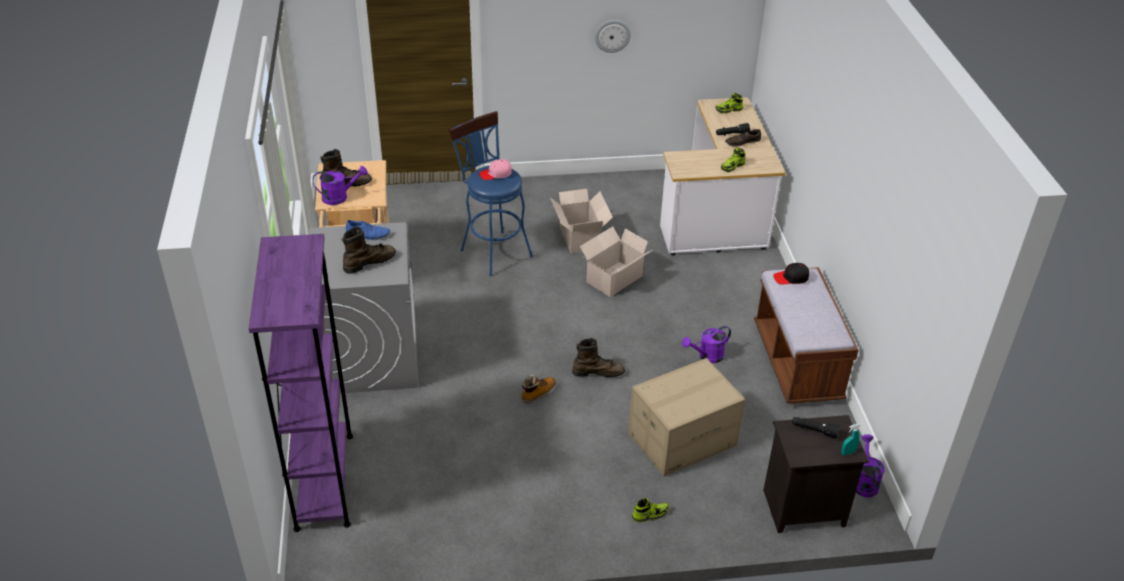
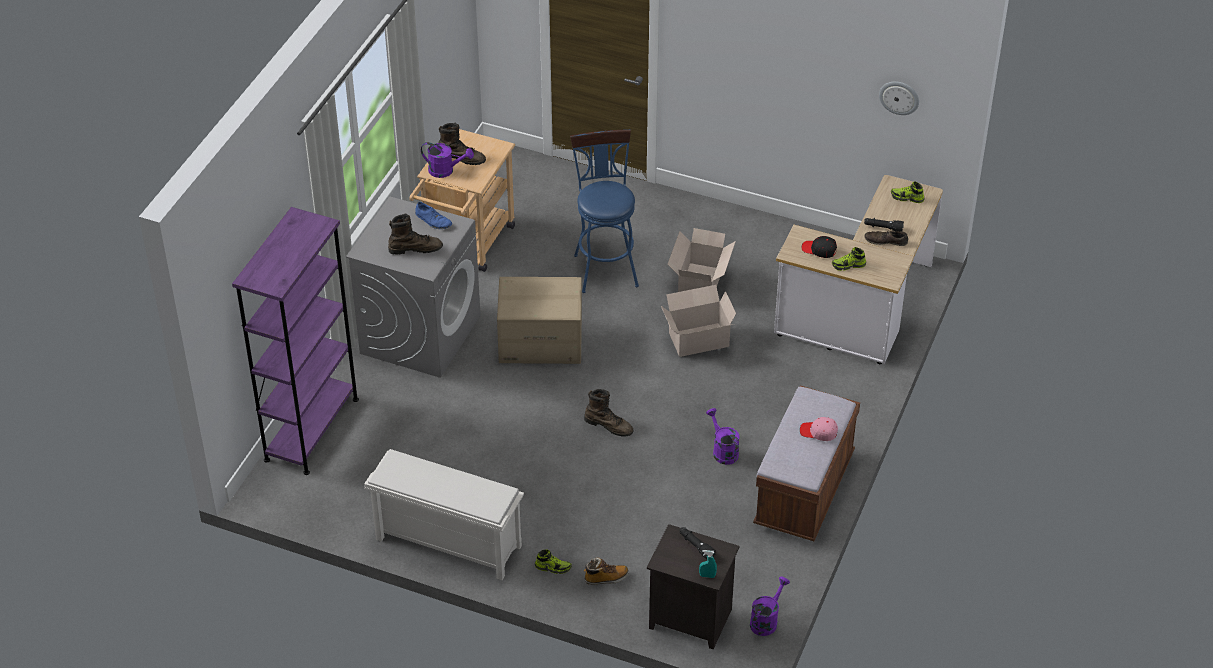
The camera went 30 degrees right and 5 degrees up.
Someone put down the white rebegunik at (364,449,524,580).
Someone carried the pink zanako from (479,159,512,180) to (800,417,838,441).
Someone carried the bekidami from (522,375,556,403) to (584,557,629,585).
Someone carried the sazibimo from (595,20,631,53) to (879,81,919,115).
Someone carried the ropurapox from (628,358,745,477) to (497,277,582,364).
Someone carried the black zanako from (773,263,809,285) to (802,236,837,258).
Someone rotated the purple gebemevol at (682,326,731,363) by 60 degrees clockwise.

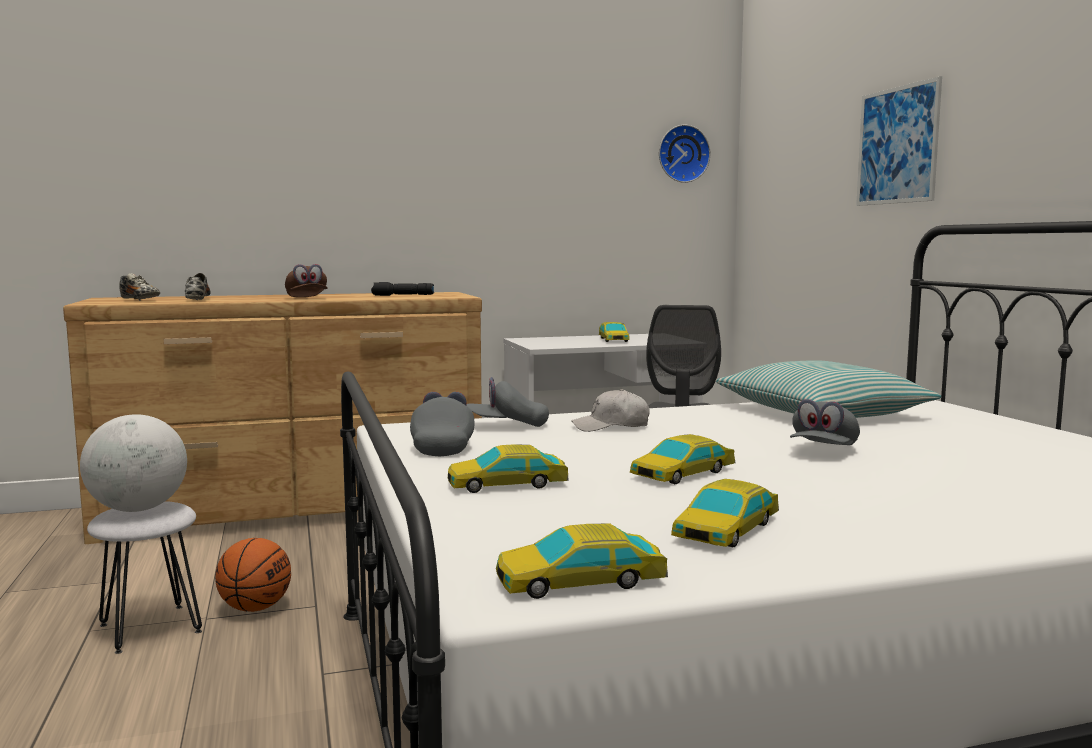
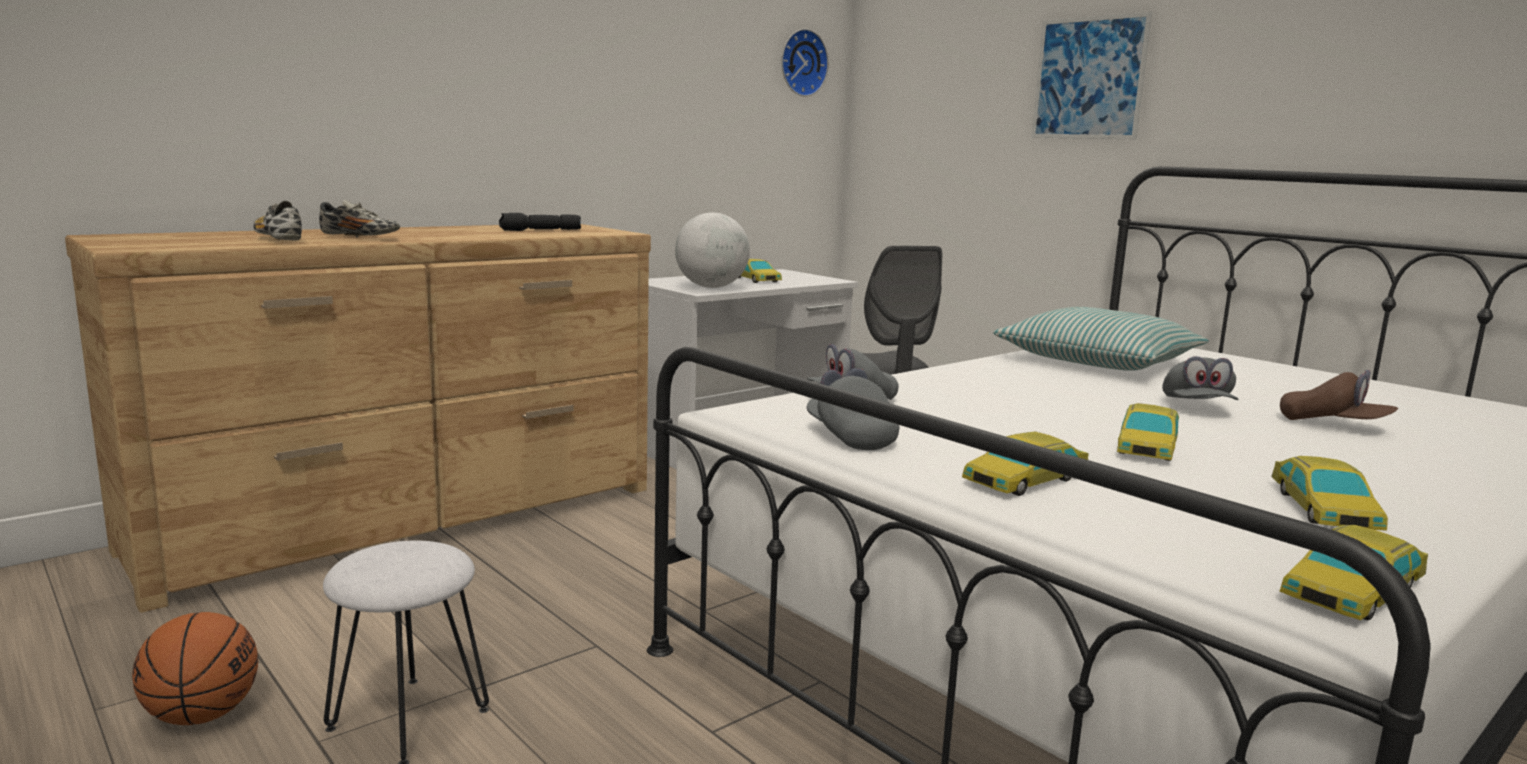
The camera went 25 degrees left and 5 degrees up.
Someone took away the white zanako at (571,389,650,432).
Someone carried the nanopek from (80,414,187,512) to (675,213,750,288).
Someone carried the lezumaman from (120,273,160,301) to (319,199,400,237).
Someone carried the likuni from (215,538,291,612) to (132,612,258,725).
Someone carried the brown zanako from (285,264,328,297) to (1280,370,1398,420).

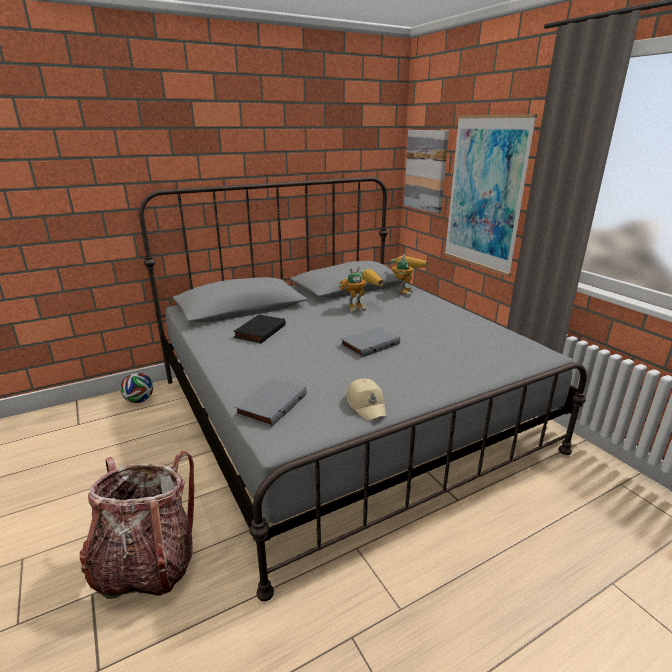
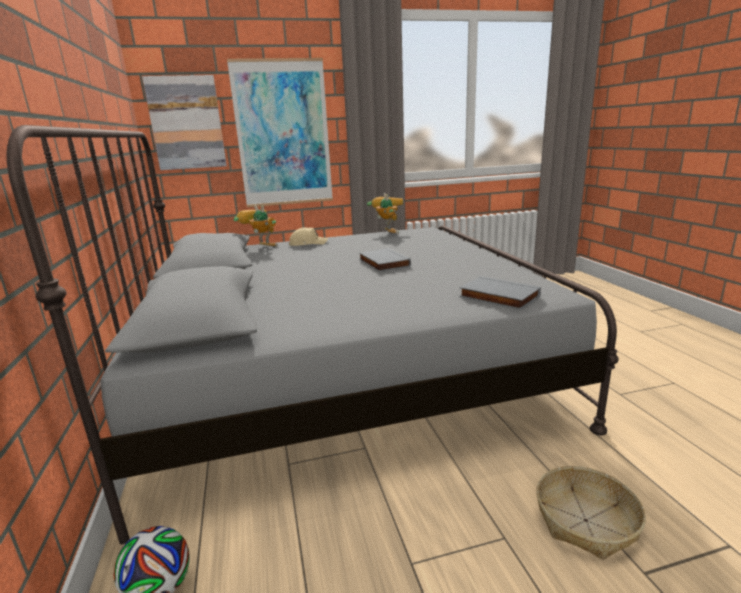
The camera went 75 degrees left and 5 degrees down.
Someone took away the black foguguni at (233,315,286,343).
Someone carried the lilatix from (339,267,384,313) to (367,193,403,234).
Someone carried the beige zanako from (346,378,386,420) to (289,227,328,246).
Someone swapped the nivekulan at (79,451,194,599) for the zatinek at (536,466,646,560).

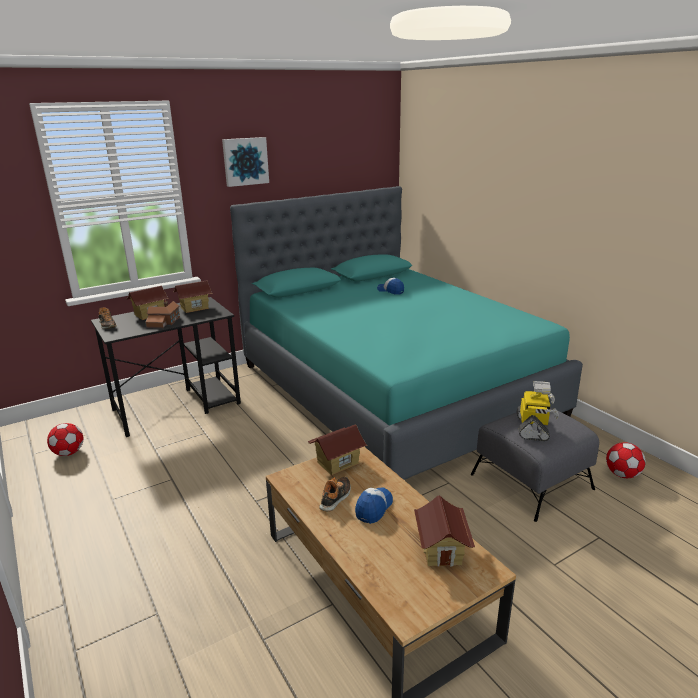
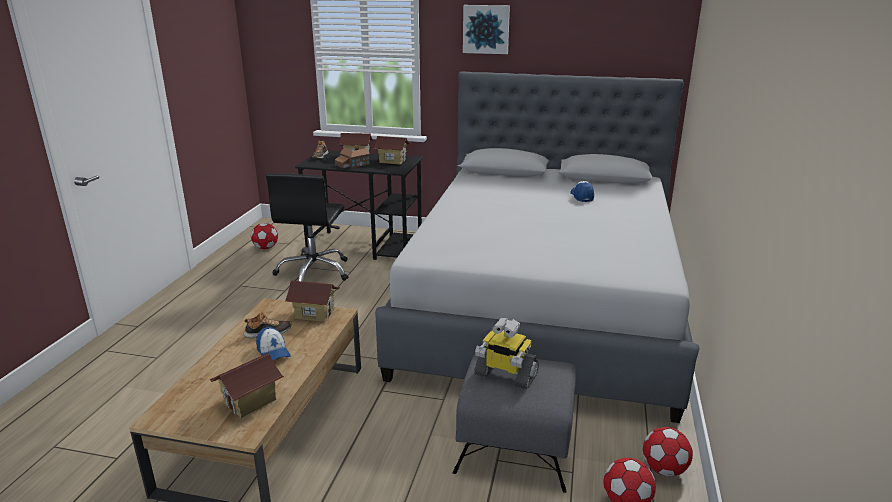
The camera went 45 degrees right and 0 degrees up.
Someone put down the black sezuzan at (266,173,348,282).
Someone put down the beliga at (643,427,693,476).
Someone repainted the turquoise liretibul at (230,186,583,480), which became the grey liretibul at (375,71,700,423).
Someone rotated the zanako at (355,487,393,524) by 75 degrees clockwise.
Someone rotated the lilatix at (517,381,559,441) by 60 degrees clockwise.

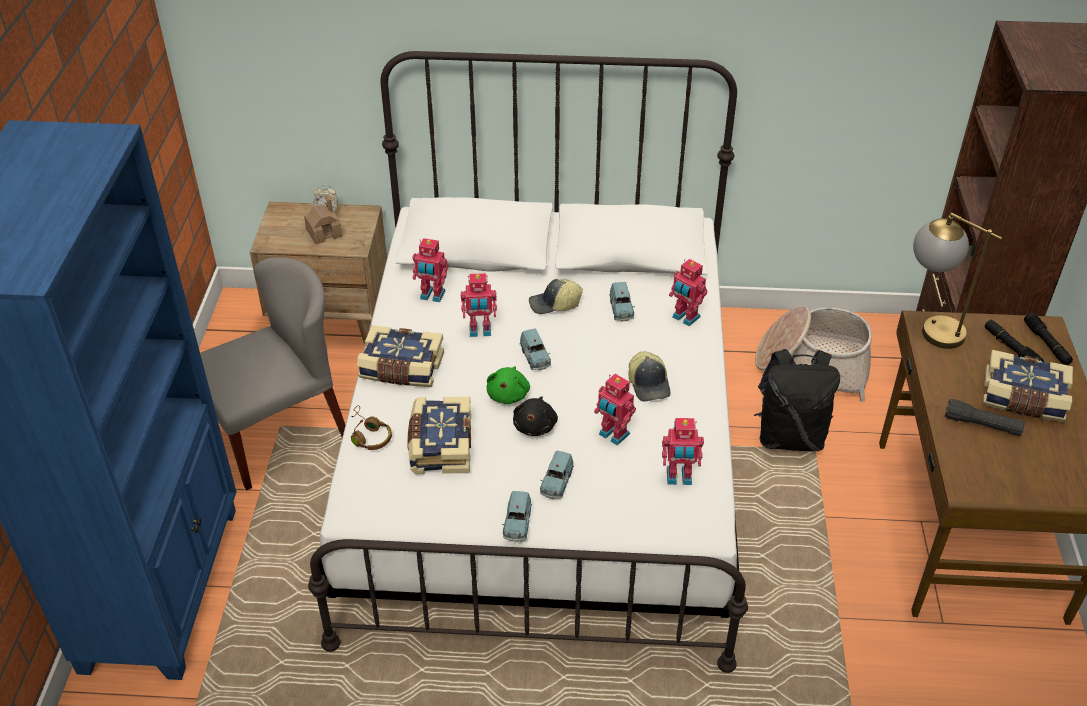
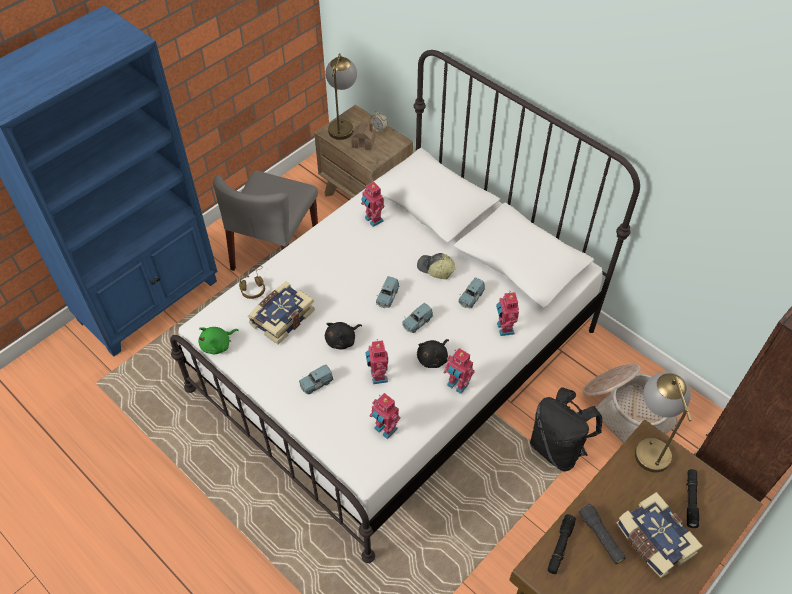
The camera went 40 degrees right and 10 degrees up.
Someone took away the foguguni at (357,325,444,387).
Someone put down the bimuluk at (325,53,357,140).
Someone carried the lilatix from (461,273,497,337) to (443,348,475,394).
Someone carried the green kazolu from (487,366,530,404) to (198,327,239,354).
Someone carried the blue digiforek from (502,491,532,542) to (402,303,433,333).
Someone carried the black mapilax from (1024,312,1073,365) to (548,514,576,574).
Someone swapped the zanako at (628,351,670,402) for the black kazolu at (417,339,449,368).
Someone rotated the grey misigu at (200,257,345,490) by 105 degrees clockwise.

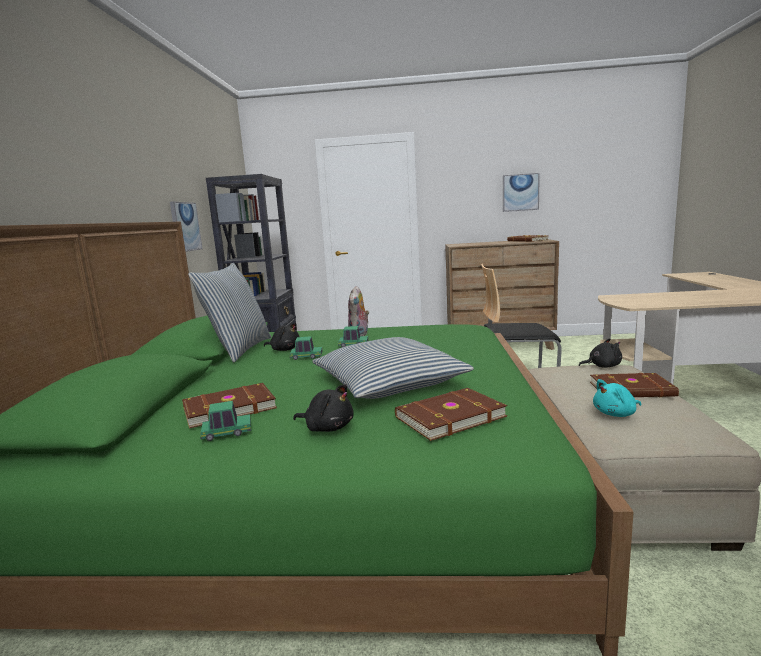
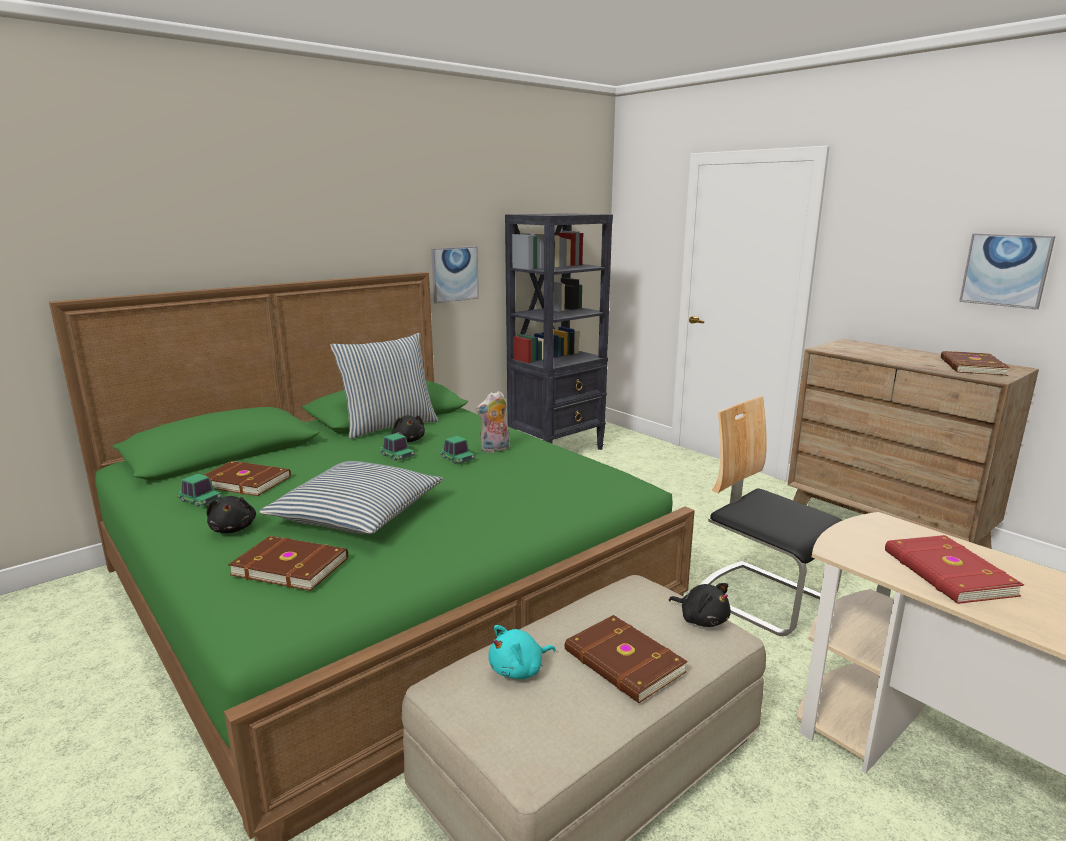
The camera went 45 degrees right and 5 degrees up.
Someone put down the red foguguni at (885,535,1024,604).
Someone rotated the turquoise kazolu at (593,379,641,417) by 60 degrees counterclockwise.

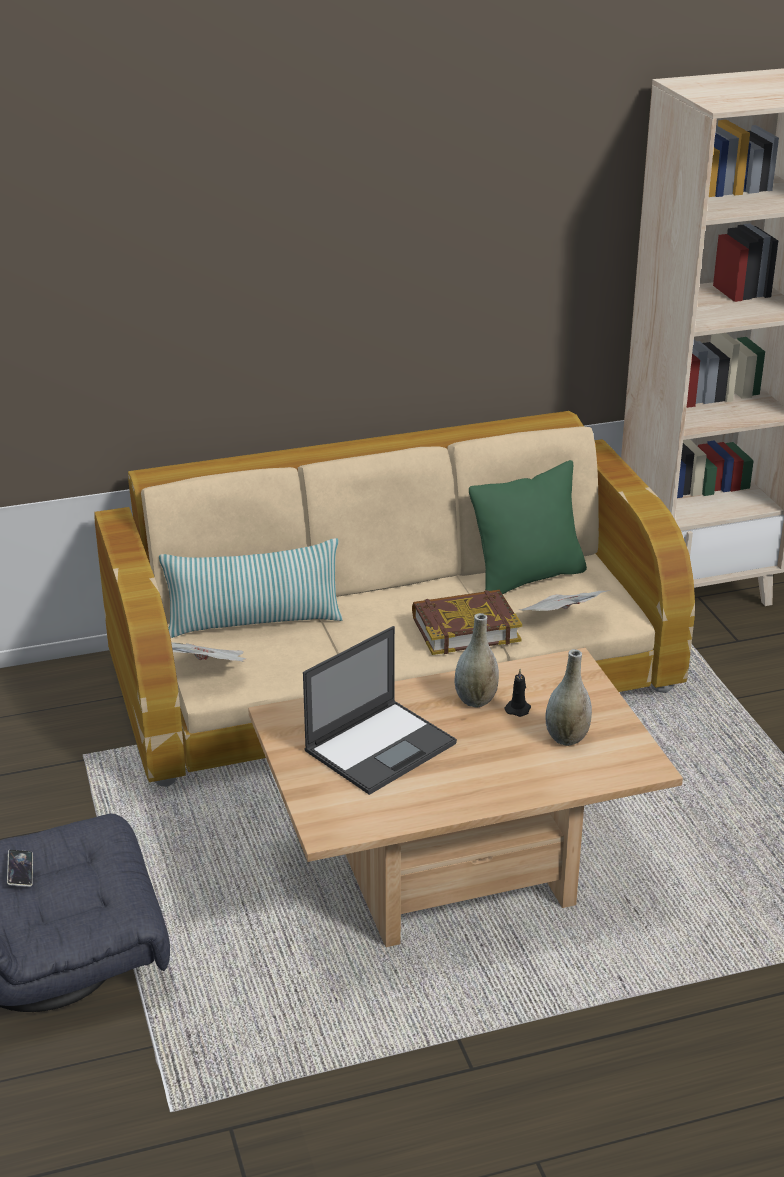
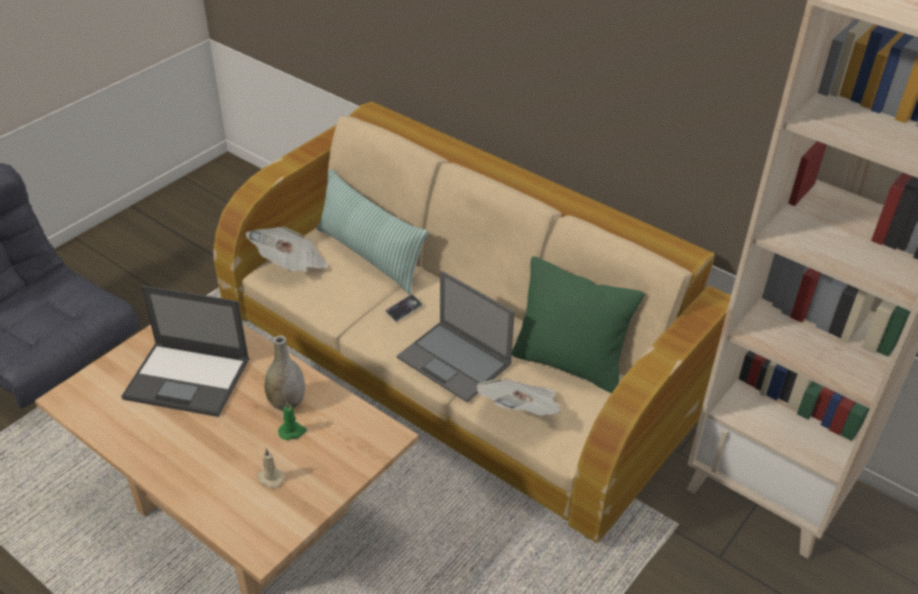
The camera went 55 degrees right and 10 degrees up.
Someone carried the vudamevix from (7,850,33,887) to (385,294,423,322).
Someone swapped the foguguni at (412,590,522,655) for the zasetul at (397,271,515,402).
Someone swapped the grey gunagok at (545,649,592,746) for the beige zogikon at (257,448,285,488).
Someone repainted the black zogikon at (504,669,531,717), which became the green zogikon at (278,402,307,440).

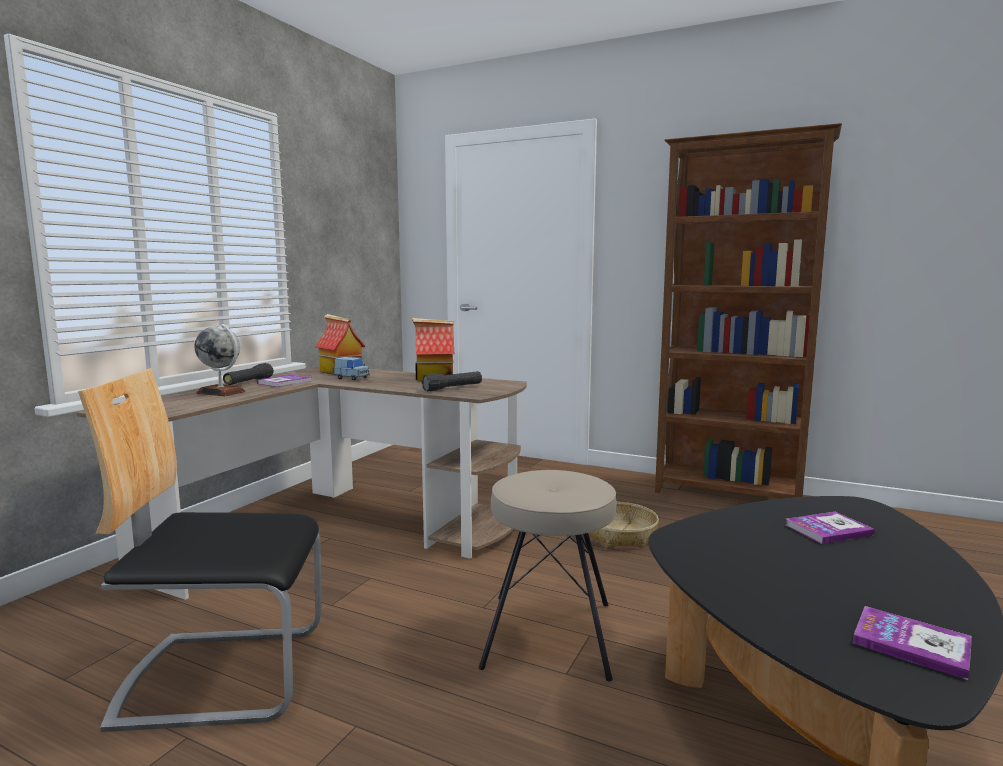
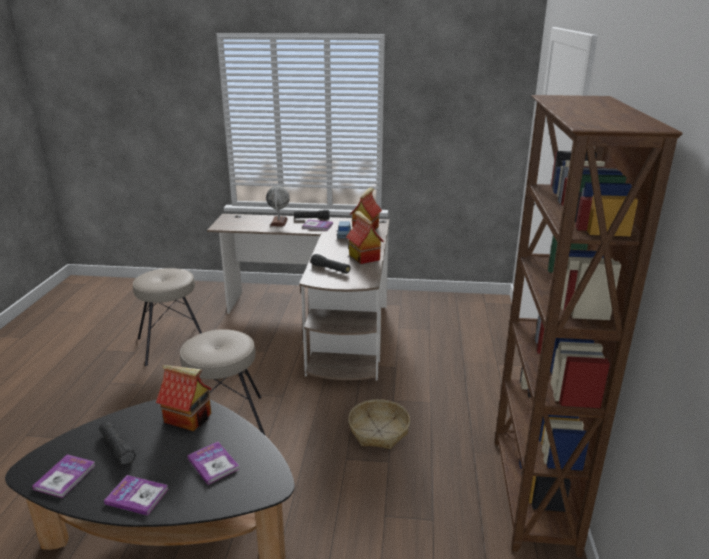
The camera went 70 degrees right and 15 degrees up.
Someone put down the black mapilax at (99,422,136,465).
Someone put down the foguguni at (104,475,168,516).
Someone put down the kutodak at (156,365,212,431).
Someone swapped the misigu at (78,368,322,732) for the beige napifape at (133,268,202,366).

